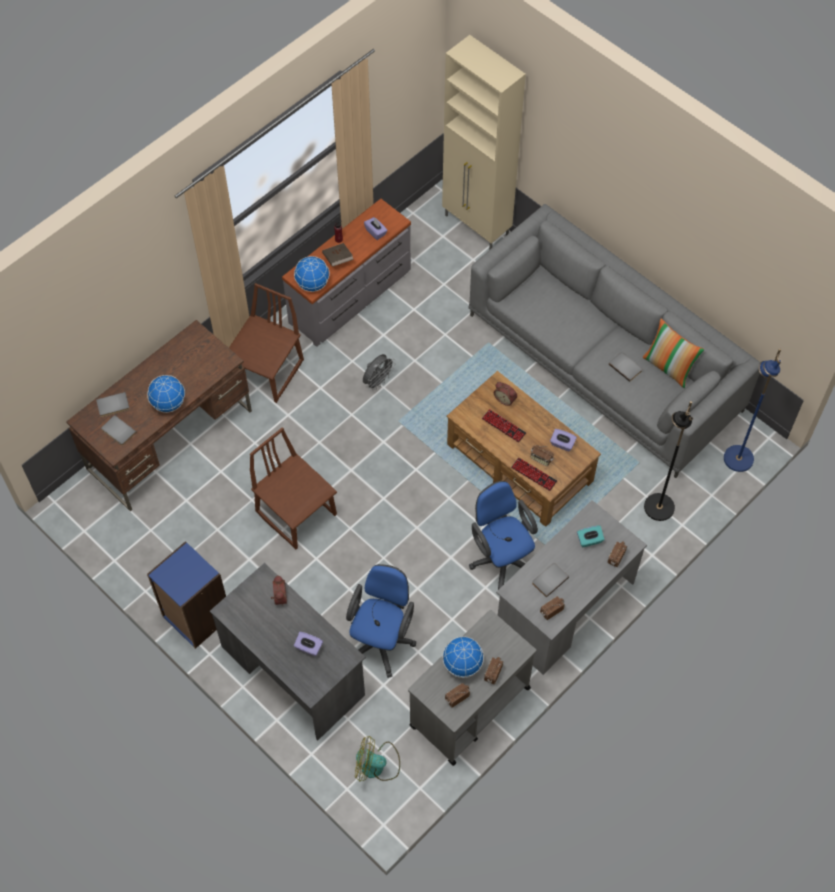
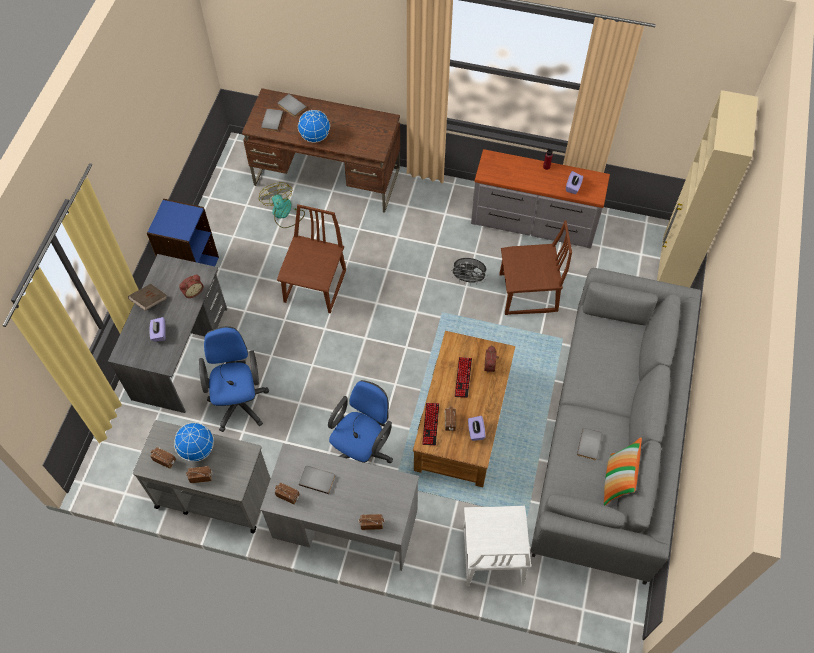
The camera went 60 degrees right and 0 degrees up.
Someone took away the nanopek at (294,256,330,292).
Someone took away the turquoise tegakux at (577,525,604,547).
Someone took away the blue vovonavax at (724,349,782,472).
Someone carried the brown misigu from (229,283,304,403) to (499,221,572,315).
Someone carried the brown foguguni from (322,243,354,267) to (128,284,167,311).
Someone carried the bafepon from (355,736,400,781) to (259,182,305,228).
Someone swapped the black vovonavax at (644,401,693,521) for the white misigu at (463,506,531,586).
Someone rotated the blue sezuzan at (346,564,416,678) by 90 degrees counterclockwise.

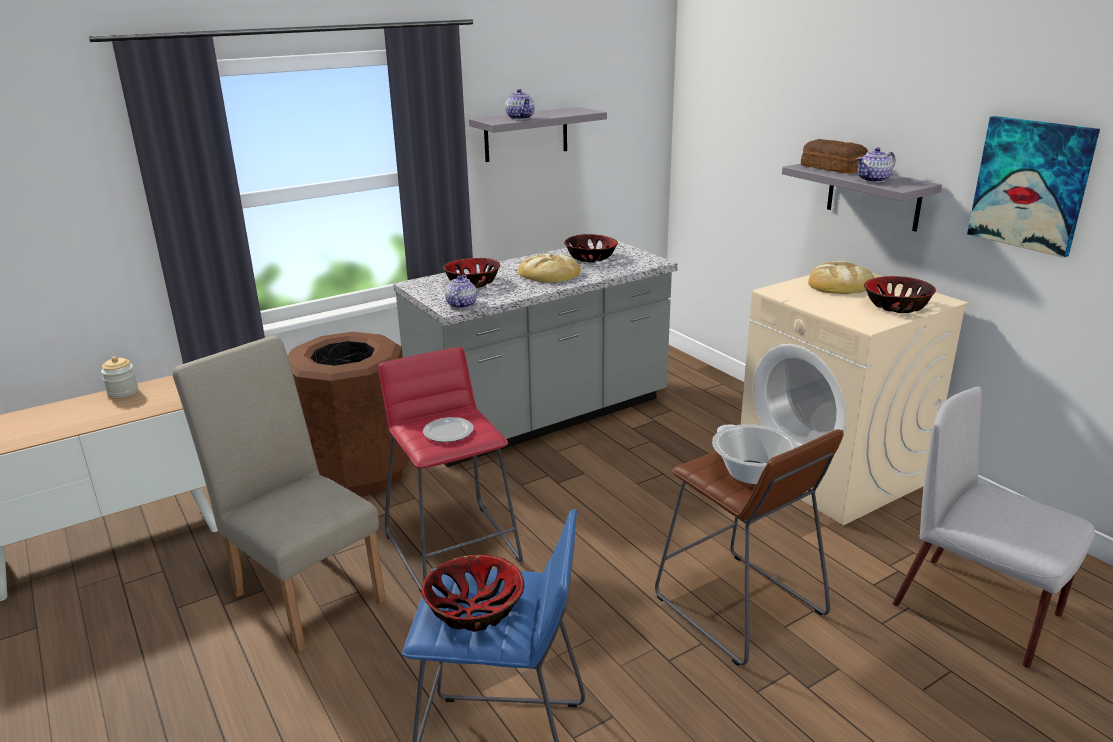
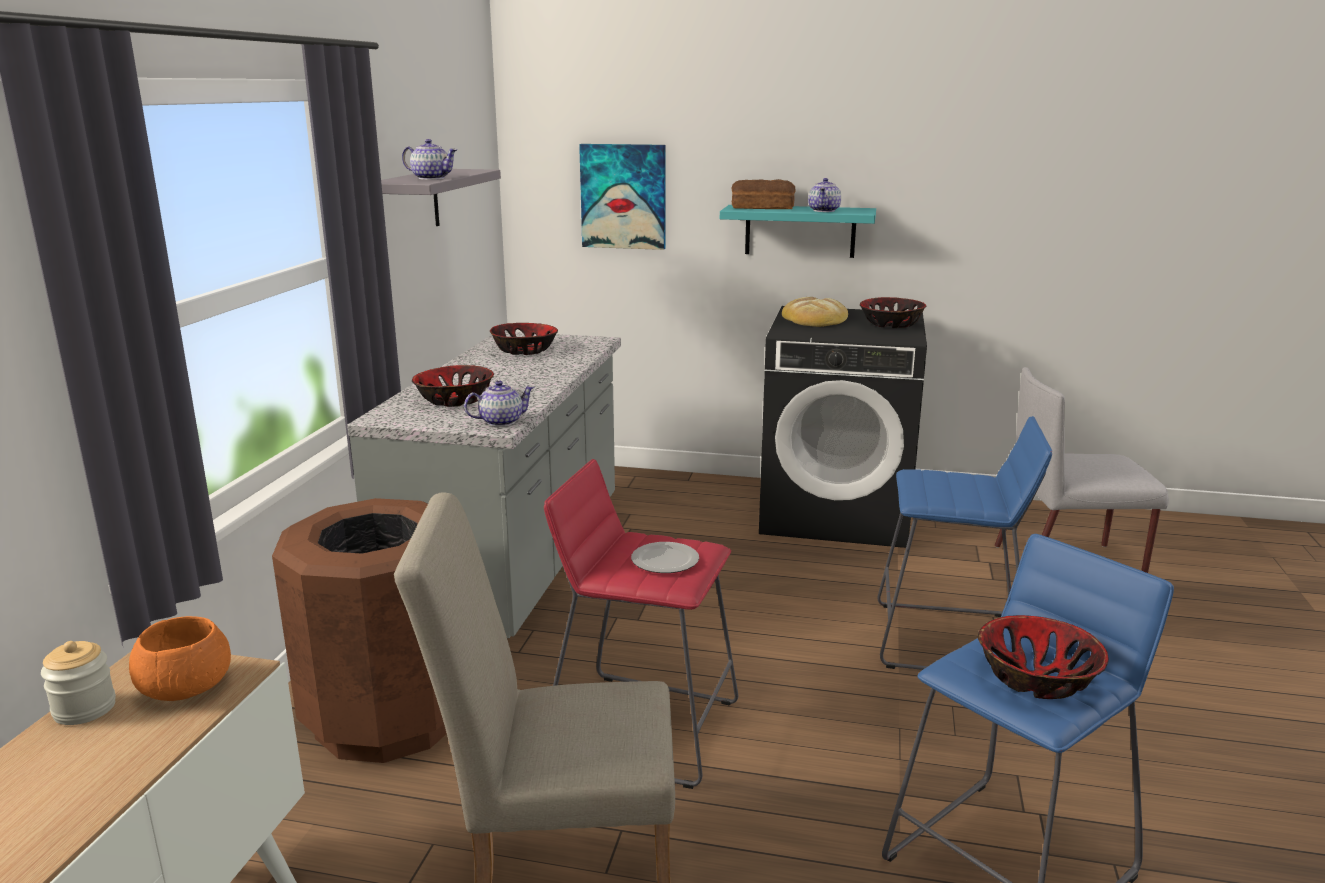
The camera went 45 degrees left and 5 degrees down.
Someone took away the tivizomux at (518,254,581,283).
Someone took away the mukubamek at (712,424,798,484).
Someone put down the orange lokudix at (129,616,231,701).
Someone carried the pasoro from (967,116,1100,258) to (579,144,666,250).
Someone repainted the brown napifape at (655,429,843,666), which became the blue napifape at (877,416,1052,670).
Someone repainted the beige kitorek at (741,272,968,525), which became the black kitorek at (759,306,927,548).
Someone repainted the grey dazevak at (782,164,942,232), which became the turquoise dazevak at (720,205,876,258).
Someone rotated the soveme at (445,275,477,309) by 105 degrees clockwise.

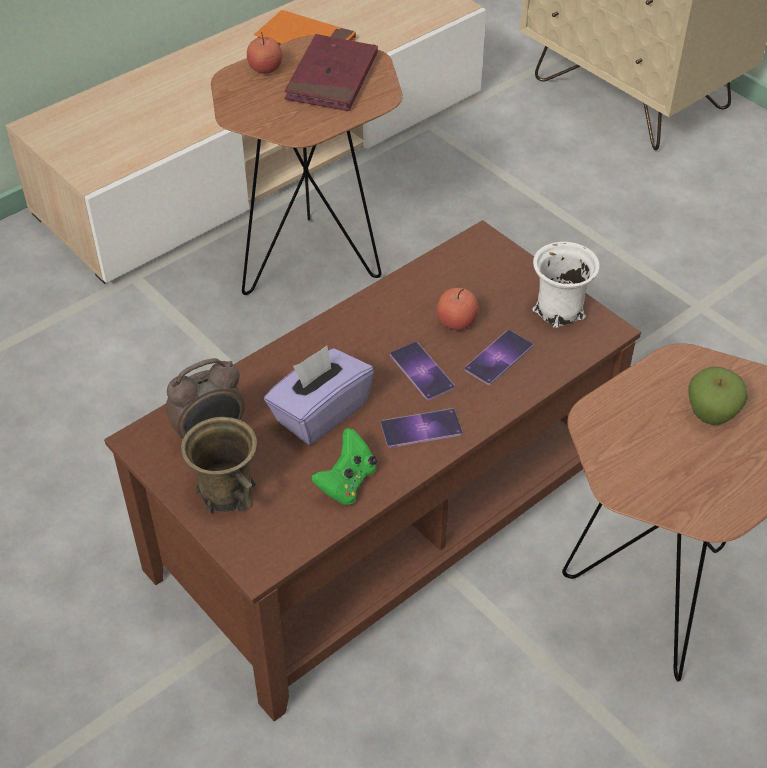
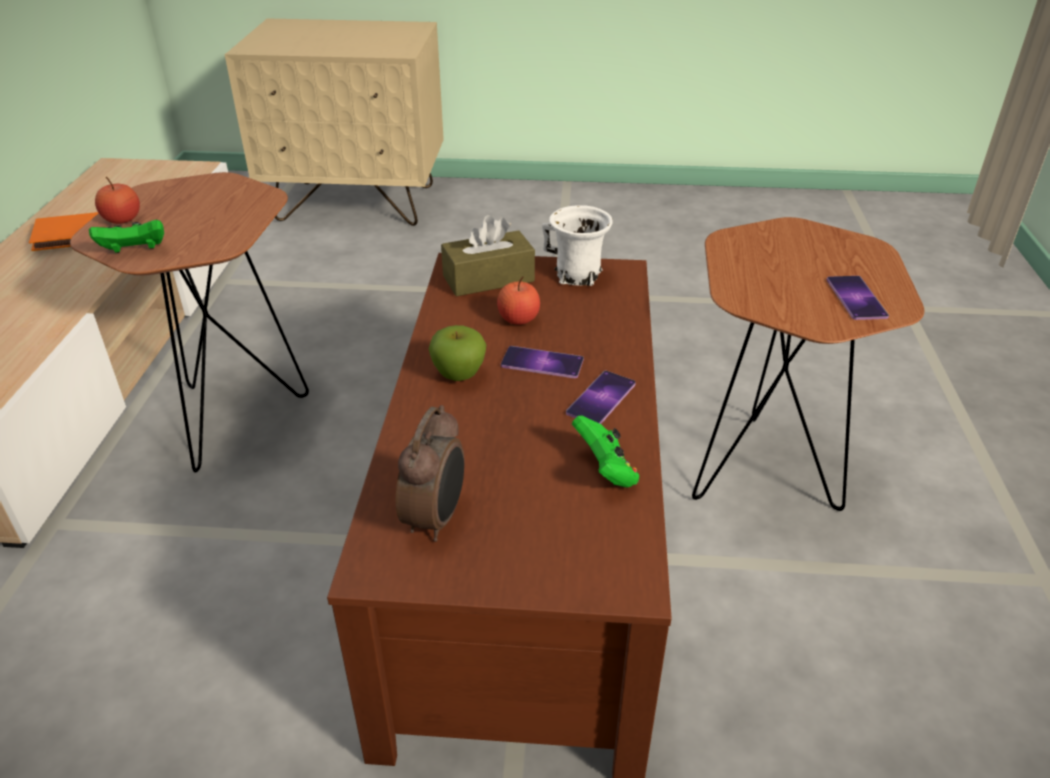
The camera went 45 degrees left and 10 degrees down.
Someone took away the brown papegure at (181,417,257,513).
Someone took away the purple tegakux at (264,345,374,445).
Someone took away the red foguguni at (284,34,378,111).
Someone put down the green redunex at (89,220,164,253).
Someone put down the brown tegakux at (441,215,535,297).
Someone carried the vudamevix from (465,330,533,385) to (827,276,889,320).
Someone carried the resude from (689,367,748,425) to (429,325,486,381).

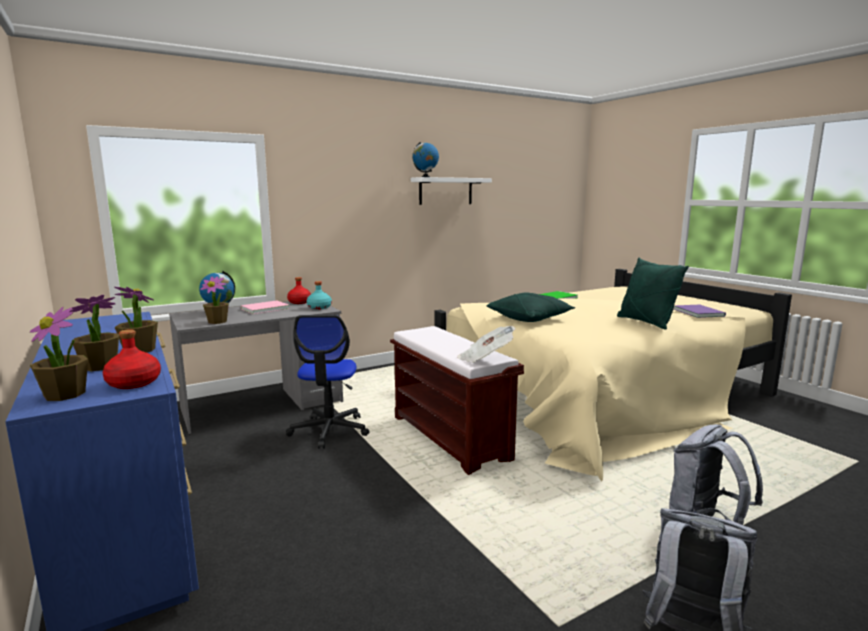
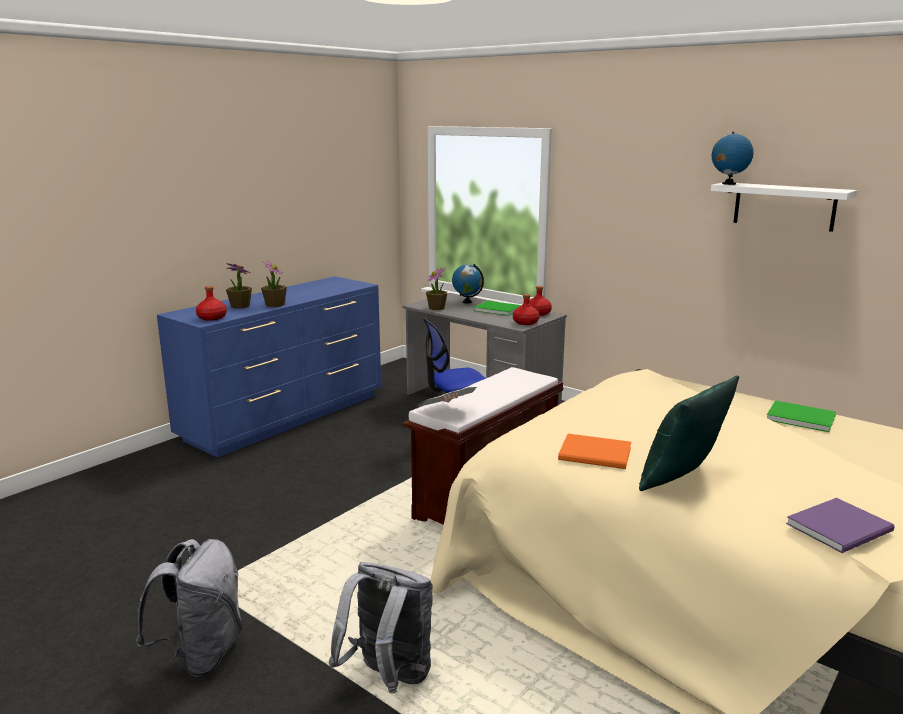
The camera went 70 degrees right and 5 degrees up.
Someone took away the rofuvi at (30,307,88,401).
Someone took away the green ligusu at (487,292,575,322).
Someone put down the orange foguguni at (558,434,631,469).
Someone repainted the pink foguguni at (241,300,290,314), which became the green foguguni at (474,301,521,316).
Someone repainted the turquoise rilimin at (307,281,332,309), which became the red rilimin at (513,294,540,325).

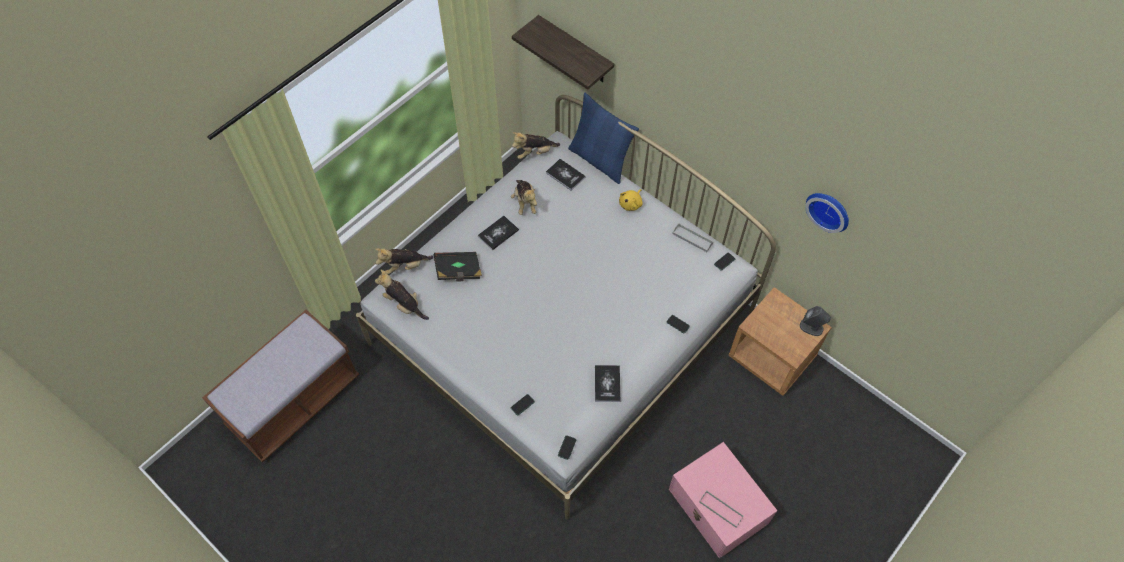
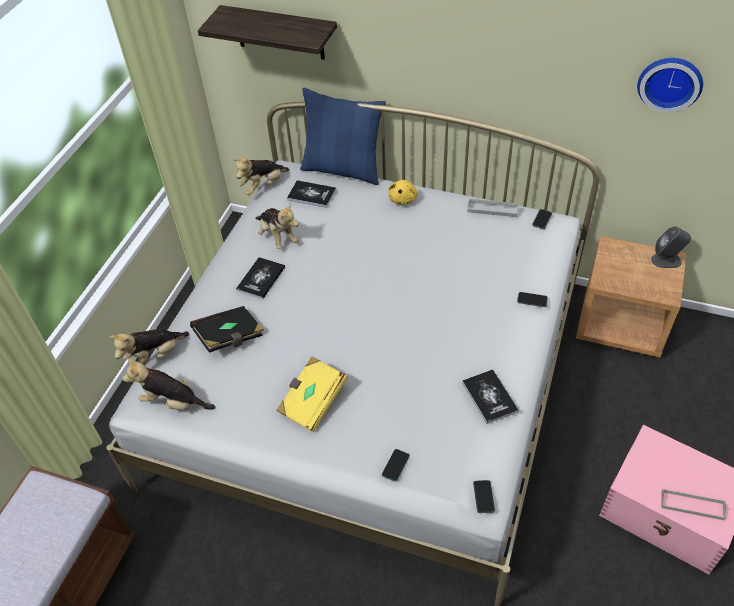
The camera went 20 degrees left and 10 degrees down.
Someone put down the yellow foguguni at (276,356,348,432).

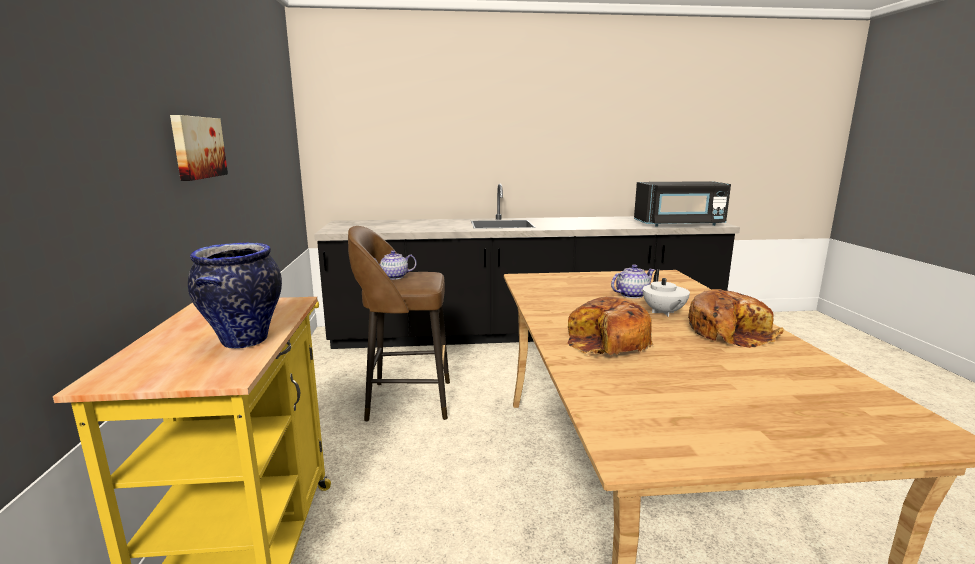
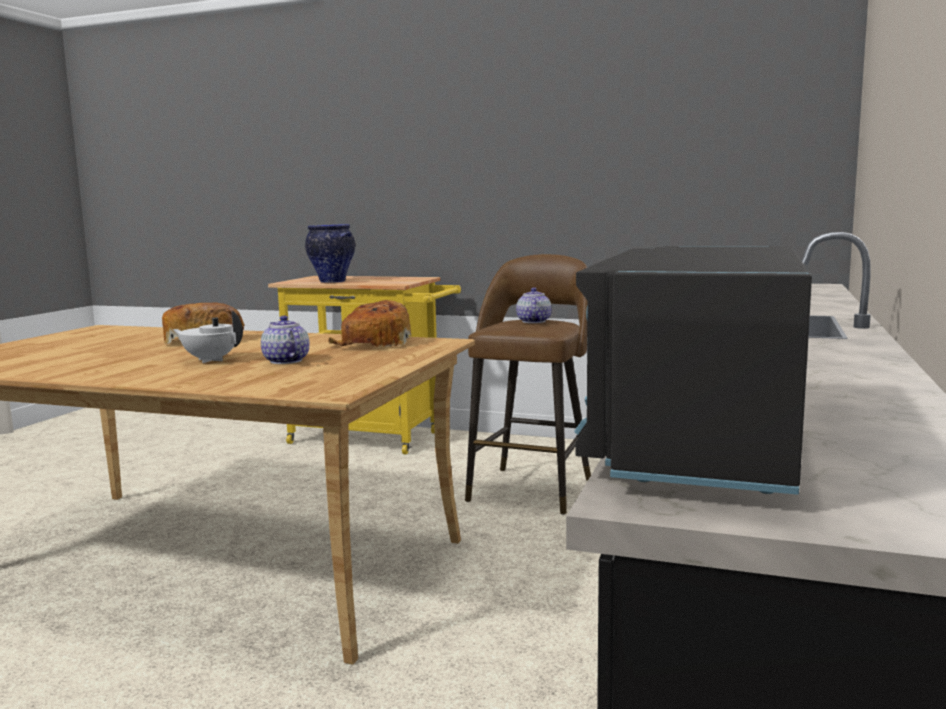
The camera went 115 degrees right and 5 degrees down.
Someone took away the pasoro at (170,115,228,181).
Someone carried the tivizomux from (688,289,784,348) to (328,300,411,347).
Someone rotated the soveme at (611,264,655,298) by 150 degrees clockwise.

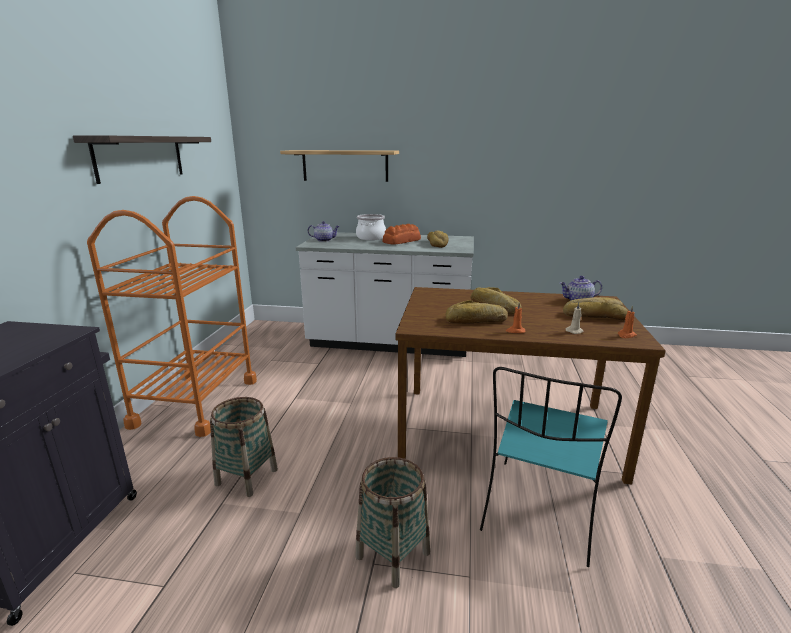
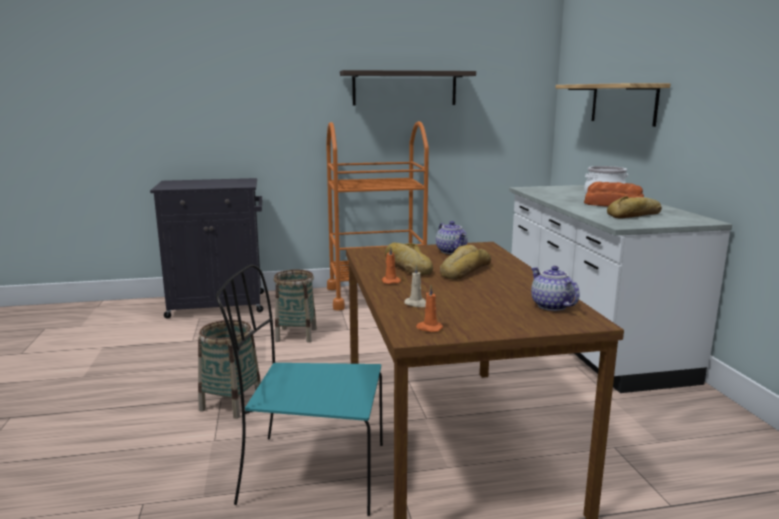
The camera went 70 degrees right and 5 degrees down.
Someone took away the tivizomux at (563,297,628,320).
Someone carried the soveme from (308,221,340,242) to (436,221,468,254).

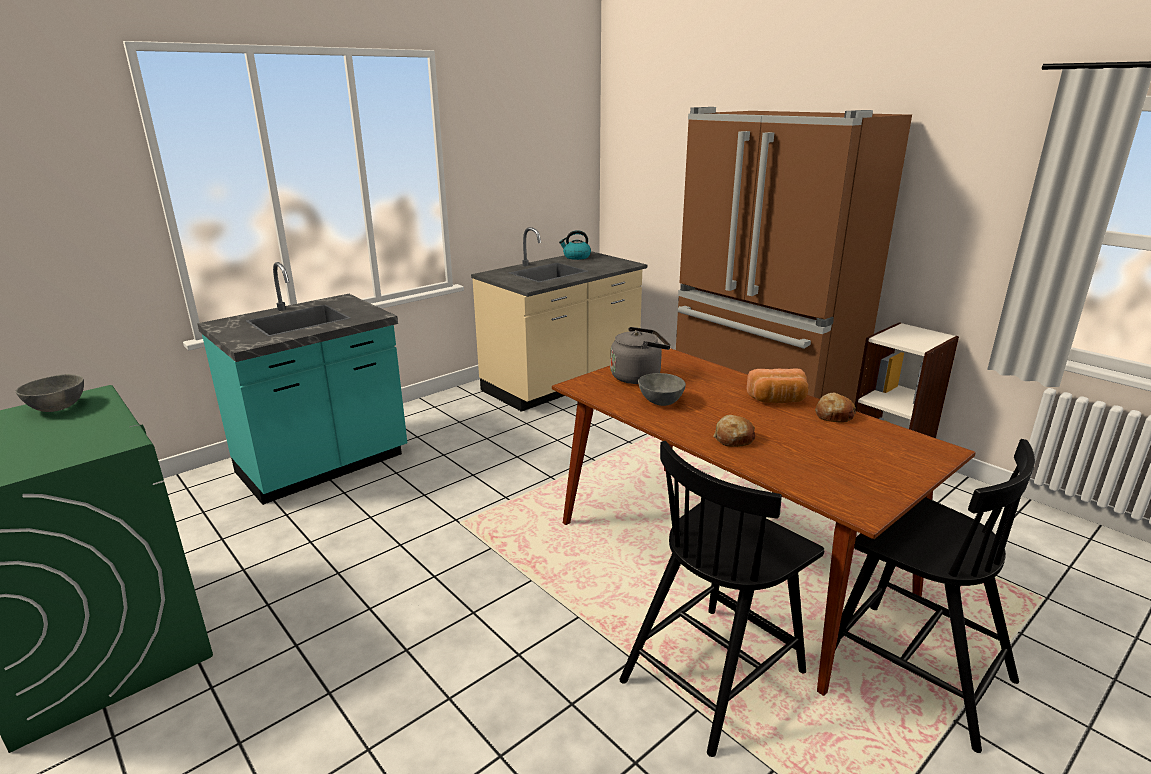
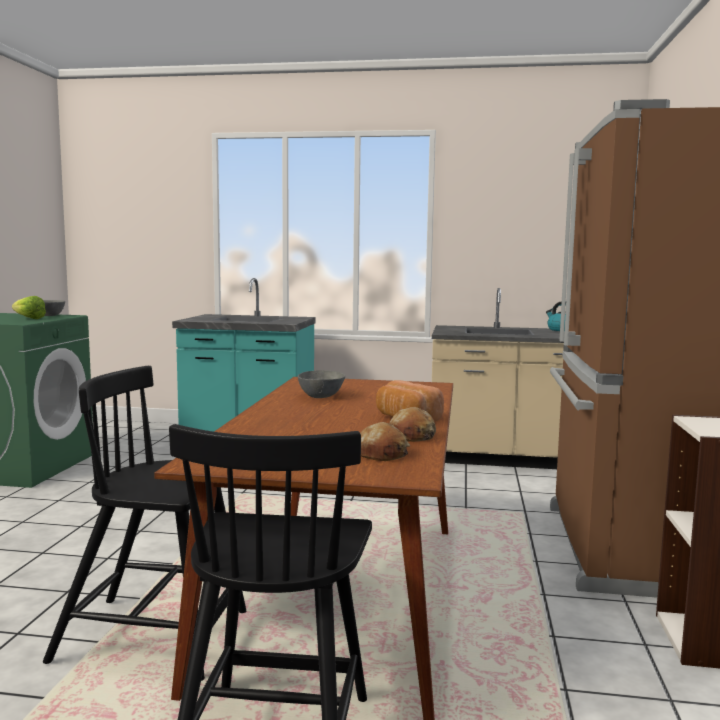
The camera went 50 degrees right and 15 degrees down.
Someone took away the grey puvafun at (610,327,671,384).
Someone put down the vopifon at (12,296,46,319).
Someone carried the tivizomux from (713,415,755,447) to (360,422,410,461).

